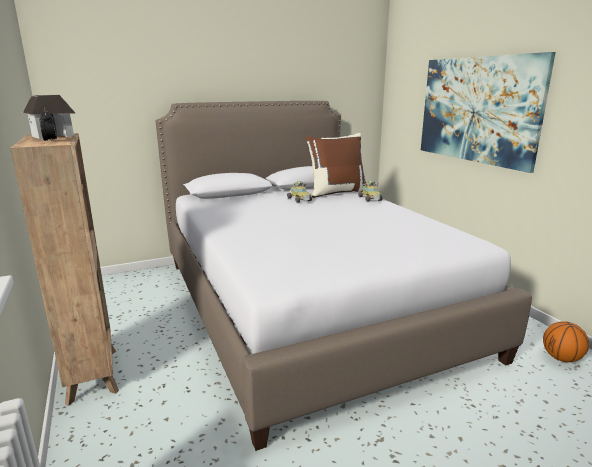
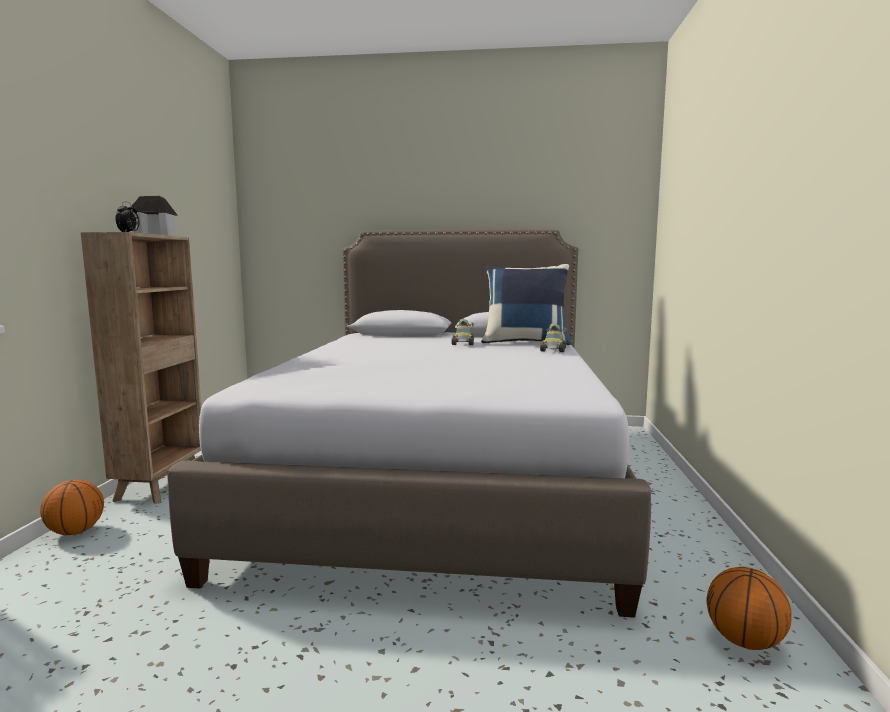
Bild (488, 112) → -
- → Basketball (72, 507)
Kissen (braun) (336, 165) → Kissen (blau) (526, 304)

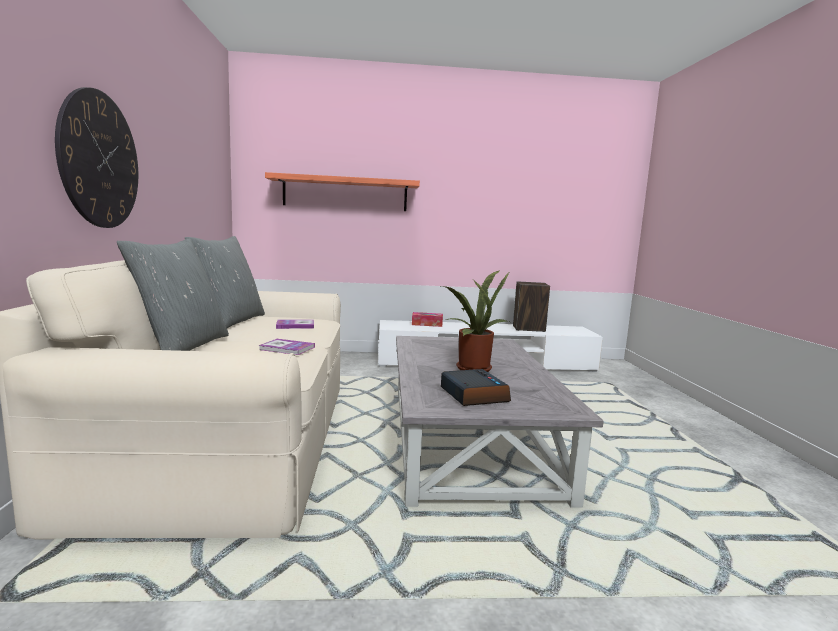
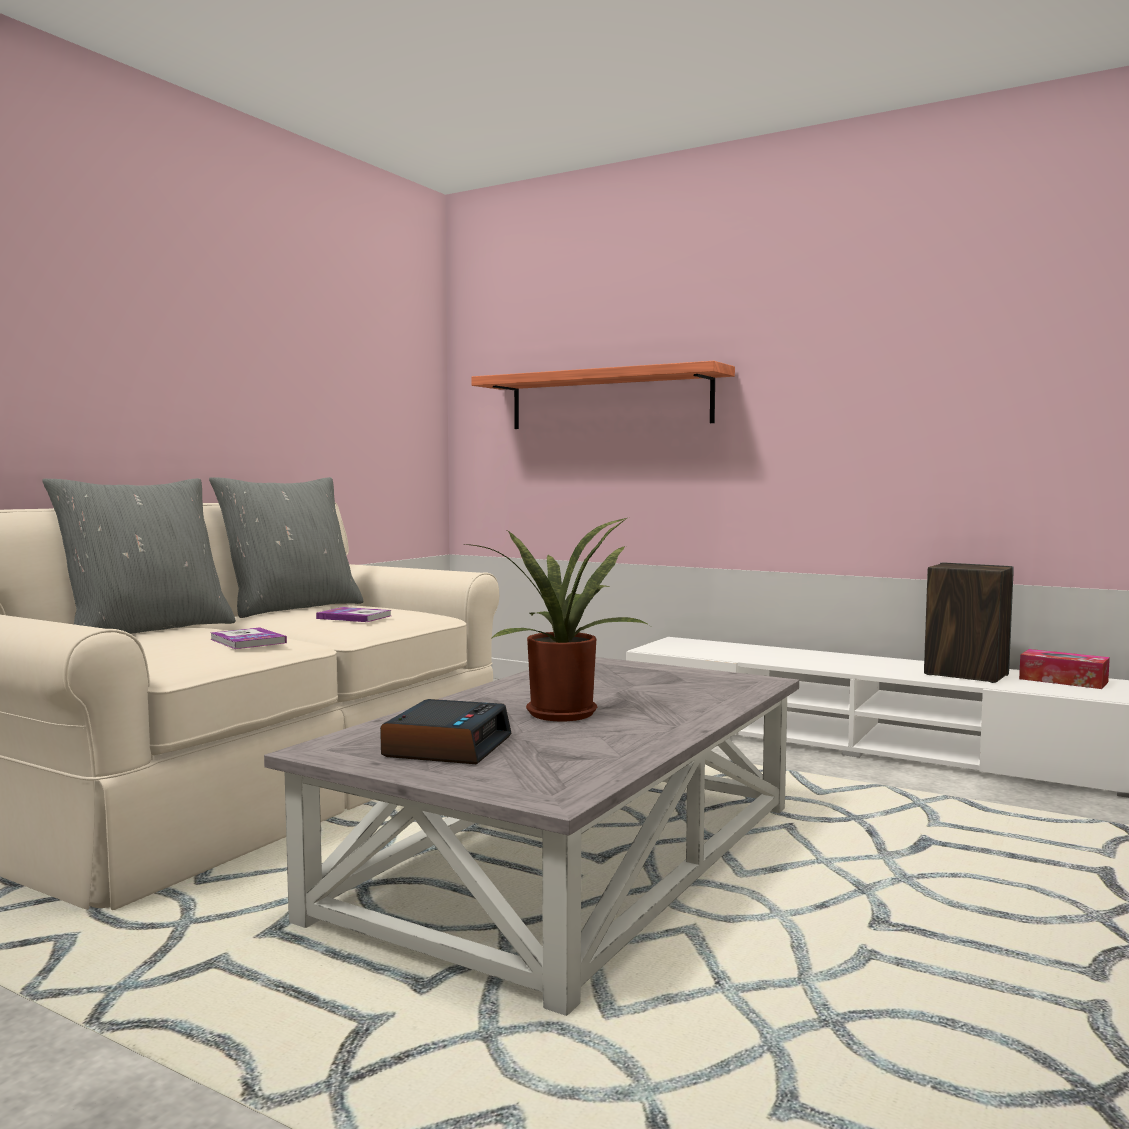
Wanduhr (96, 157) → -
Taschentuchbox (427, 319) → Taschentuchbox (1064, 669), moved

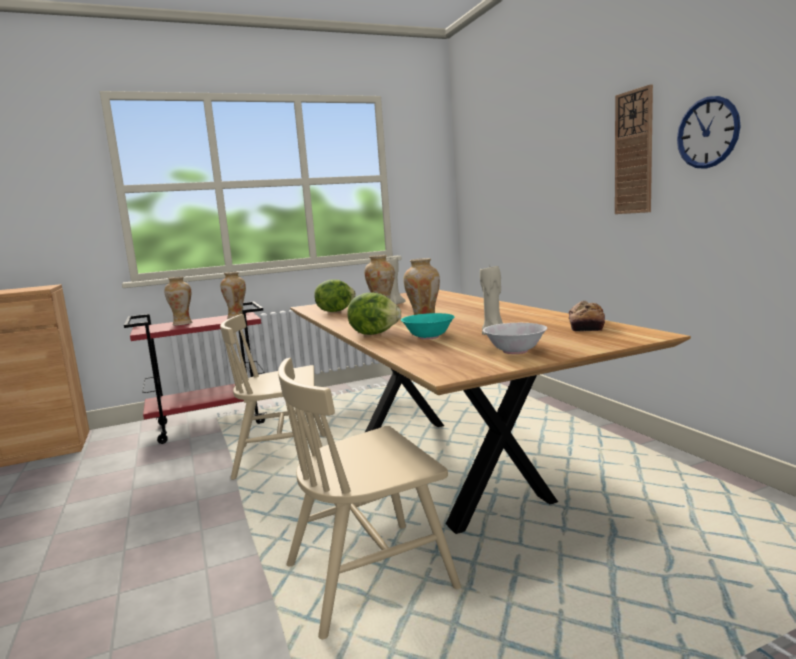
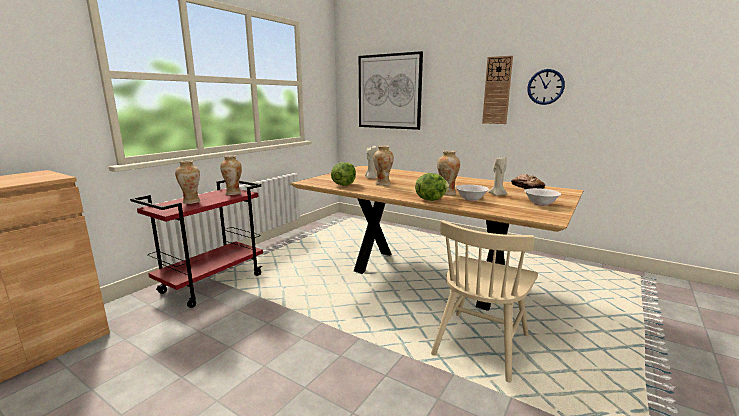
Stuhl (beige) (273, 397) → -
- → Bild (391, 90)
Schüssel (türkis) (428, 326) → Schüssel (weiß) (472, 193)

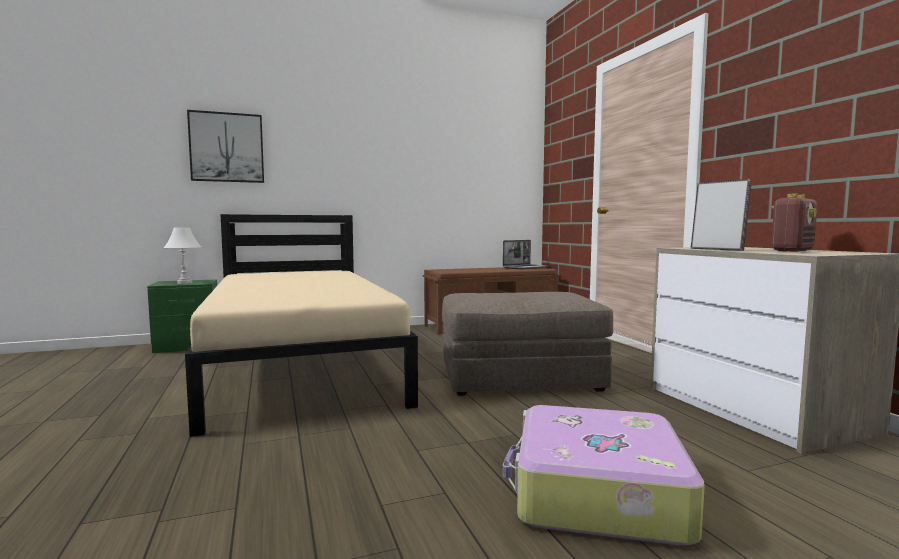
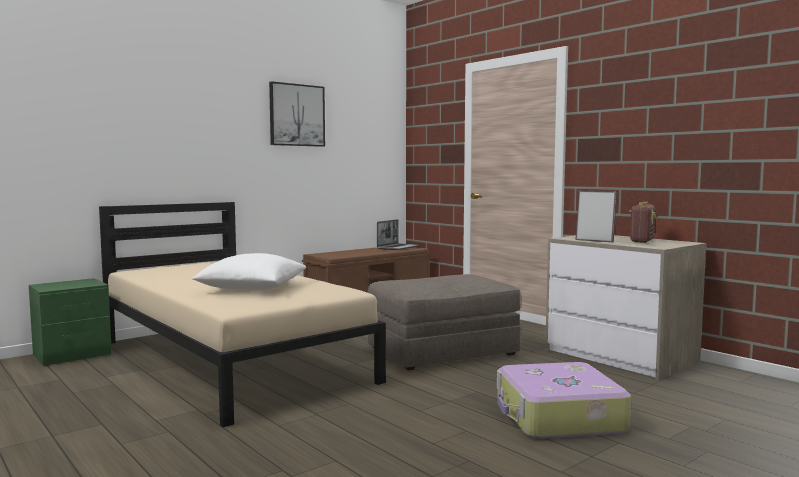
Tischlampe (weiß) (182, 255) → -
- → Kissen (weiß) (248, 271)
Bild (225, 146) → Bild (297, 114), moved

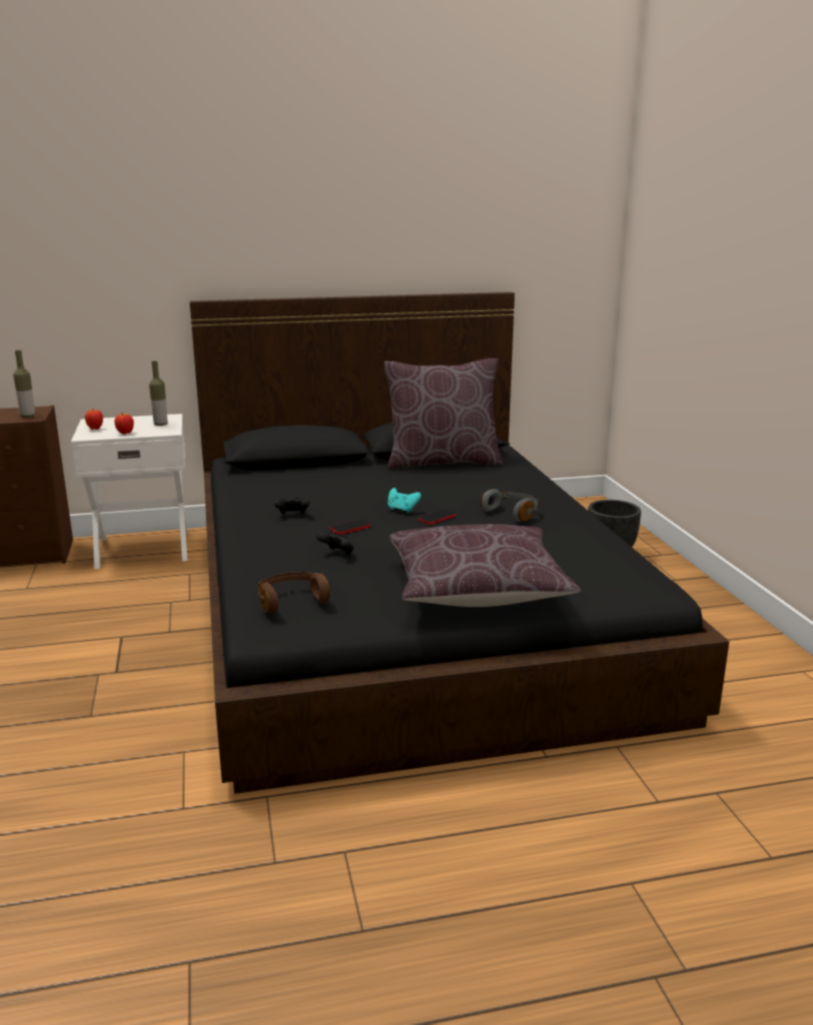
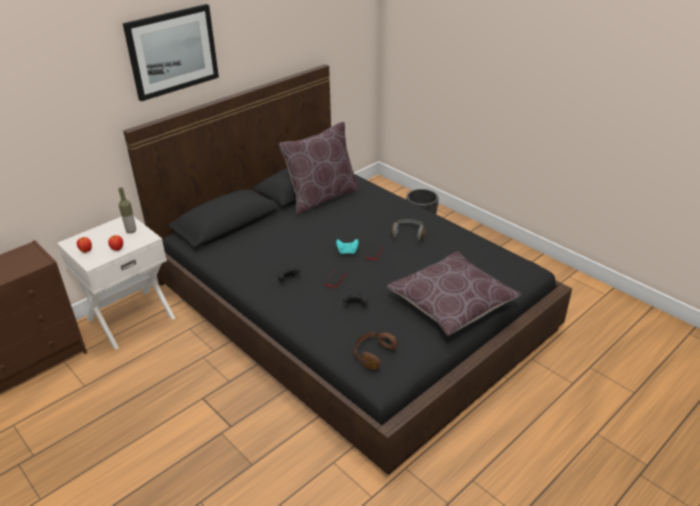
Flasche (24, 384) → -
- → Bild (171, 52)

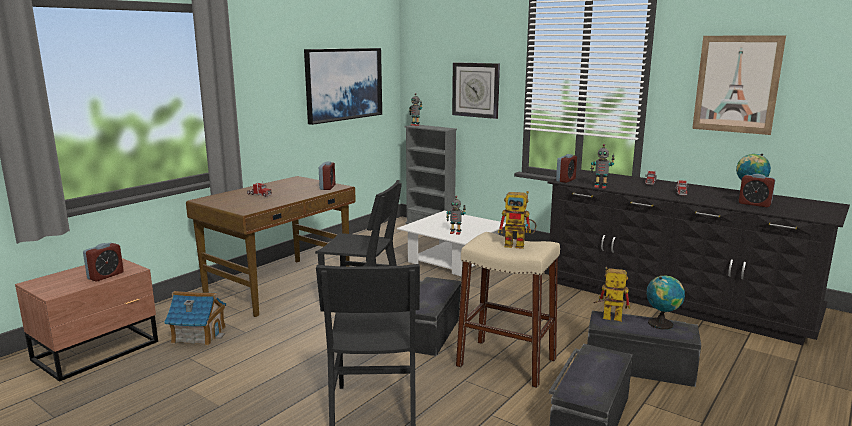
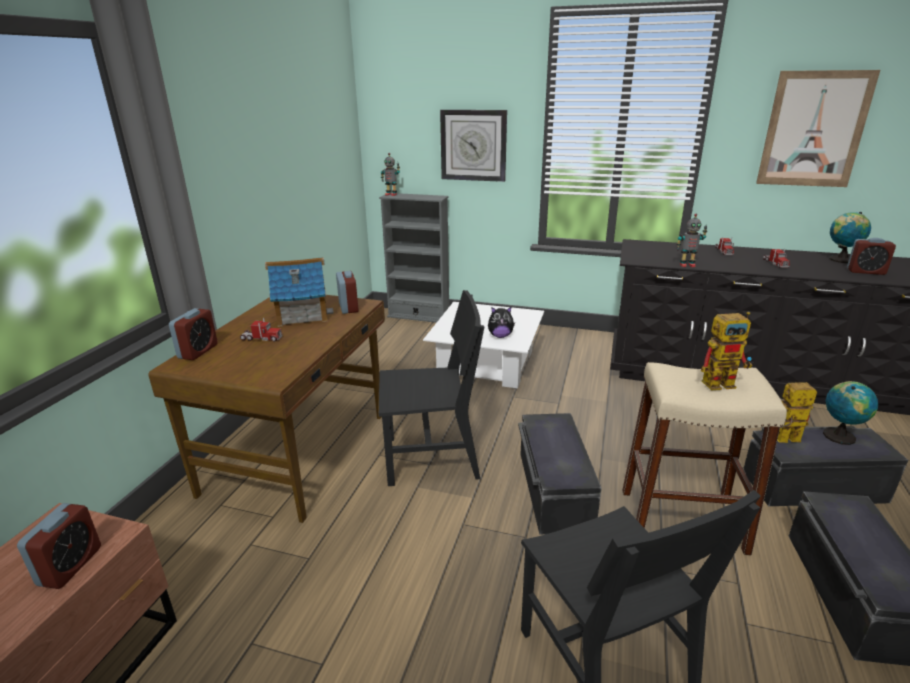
Bild (343, 86) → -
Spielzeughaus (195, 318) → Spielzeughaus (299, 292), moved
Wecker (566, 168) → Wecker (193, 334), moved
Spielzeugroboter (456, 215) → Plüschtier (501, 322)

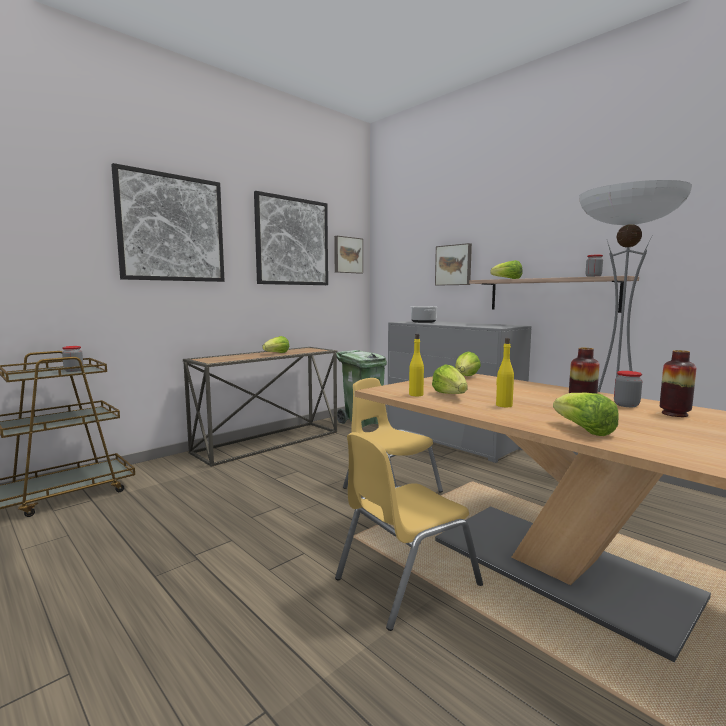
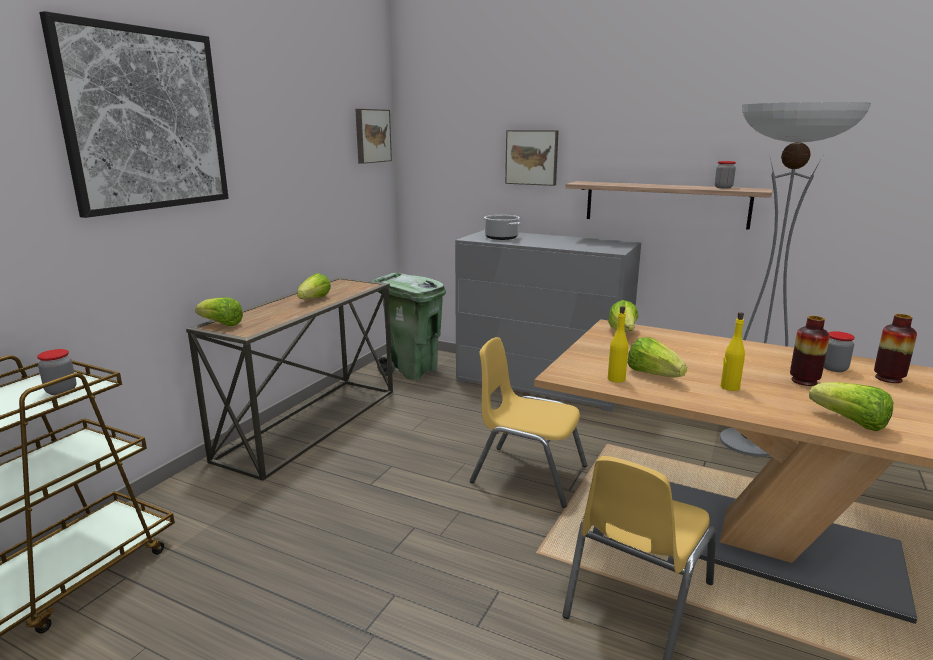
Bild (291, 238) → -
Salatkopf (506, 269) → Salatkopf (219, 311), moved

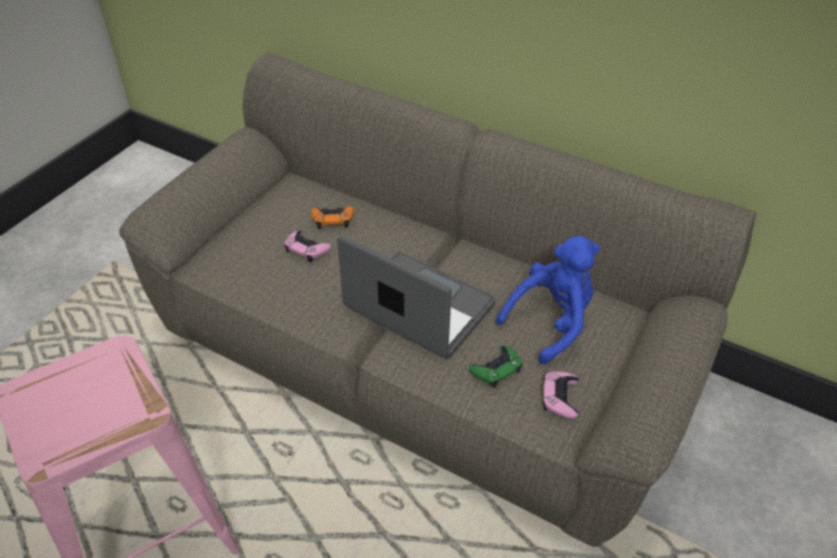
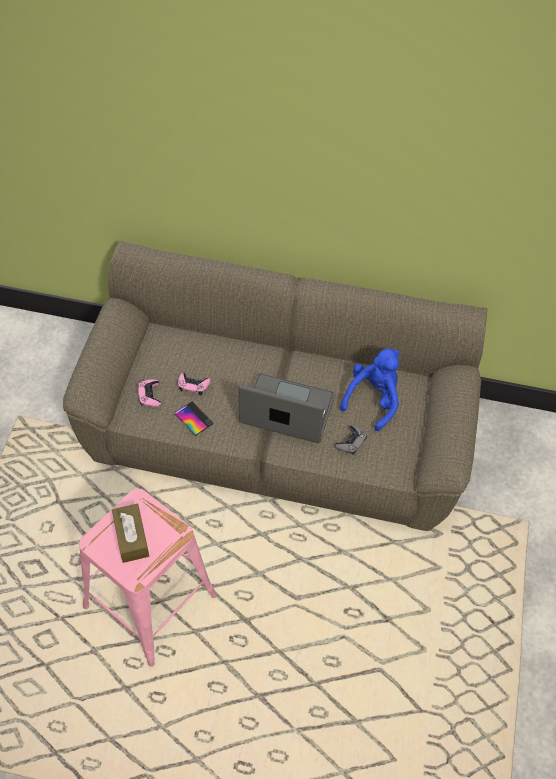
Gamepad (orange) (332, 217) → -
- → Taschentuchbox (braun) (130, 533)
- → Handy (194, 418)
Gamepad (rosa) (561, 395) → Gamepad (rosa) (150, 393), moved
Gamepad (grün) (495, 367) → Gamepad (grau) (351, 440)

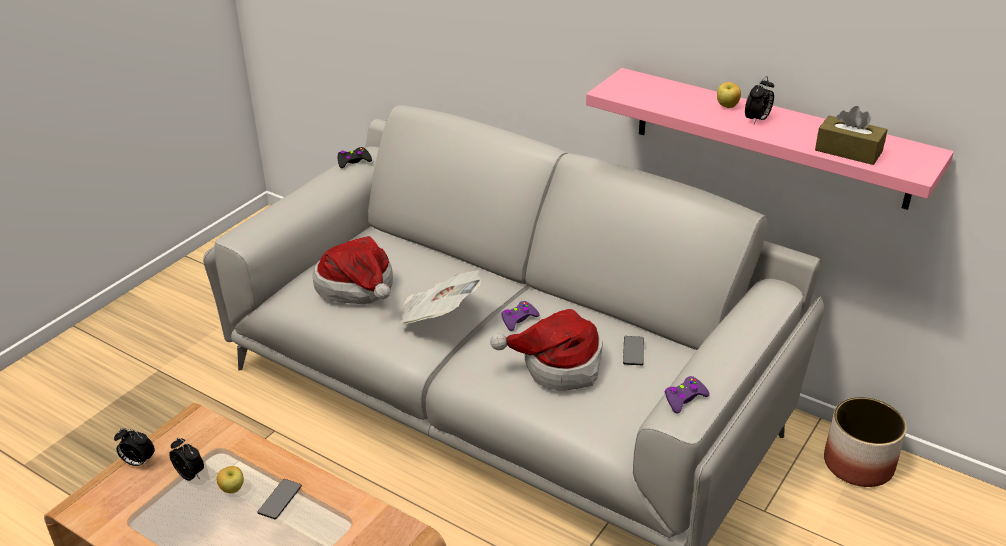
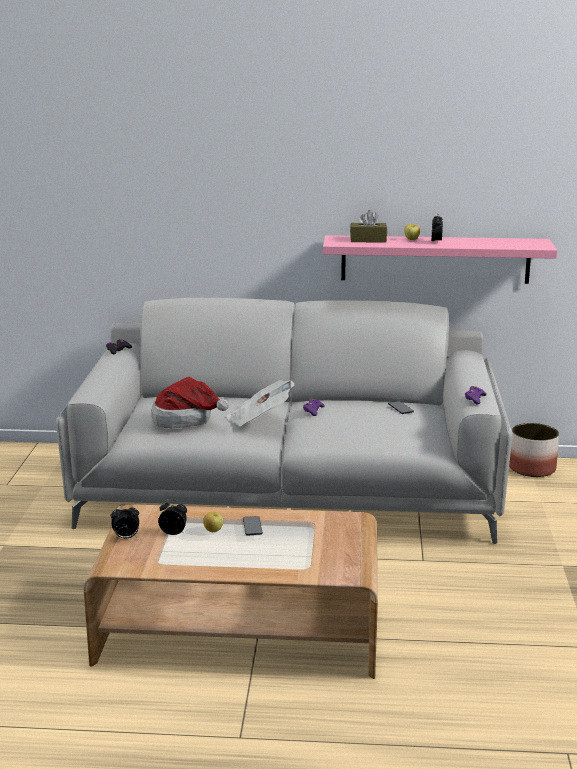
Hut (546, 350) → -
Taschentuchbox (braun) (851, 135) → Taschentuchbox (braun) (368, 226), moved

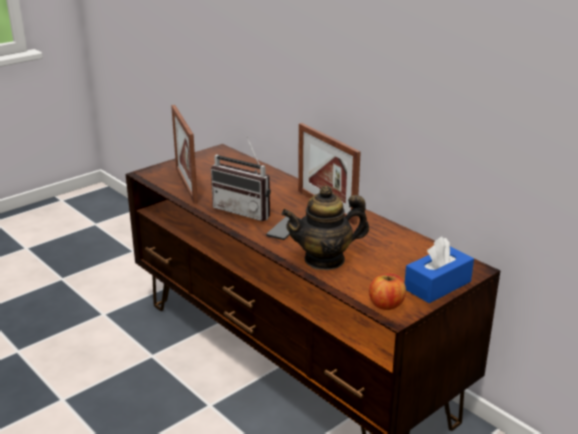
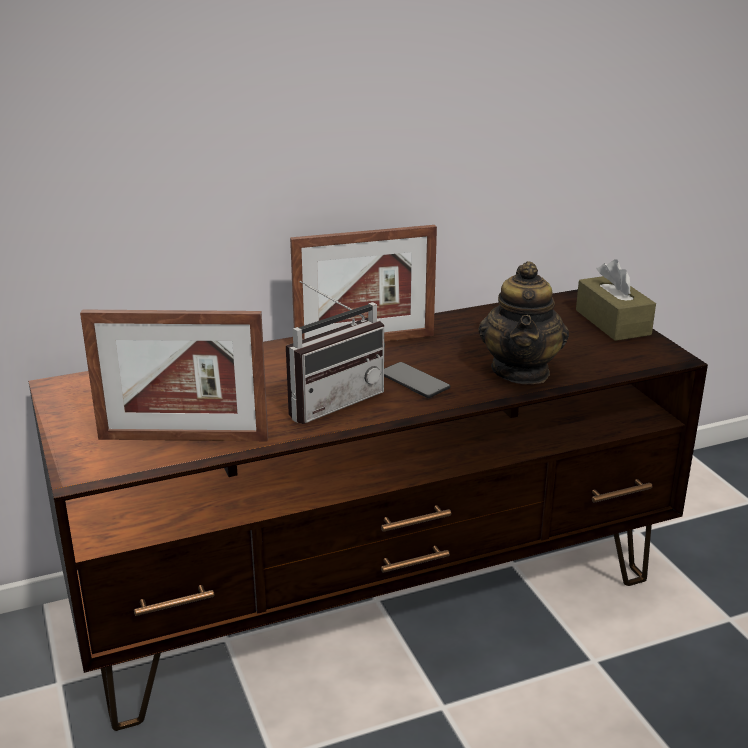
Apfel (387, 292) → -
Taschentuchbox (blau) (439, 270) → Taschentuchbox (braun) (616, 300)

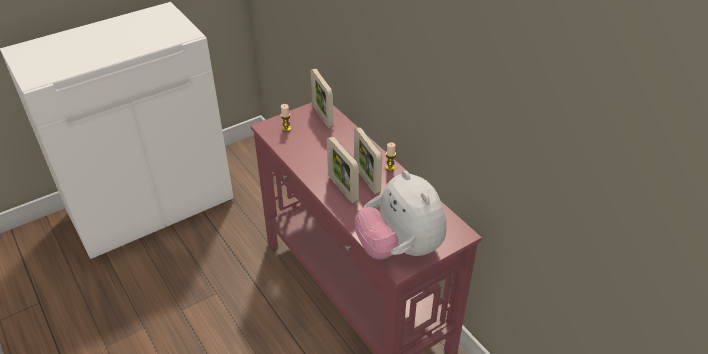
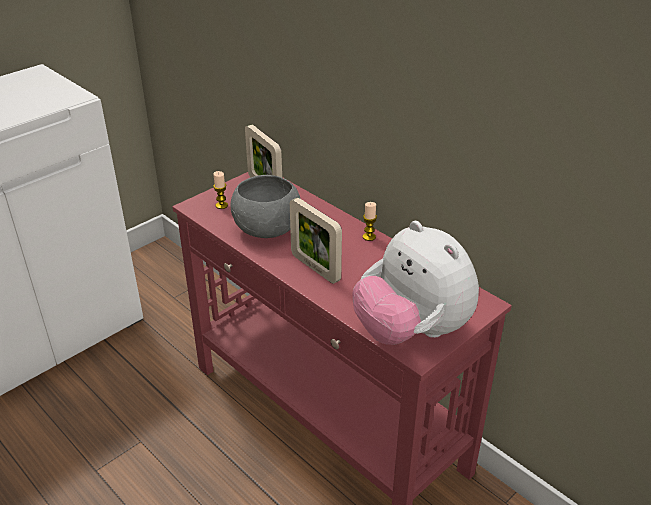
Bilderrahmen (368, 160) → -
- → Schüssel (grau) (266, 206)

